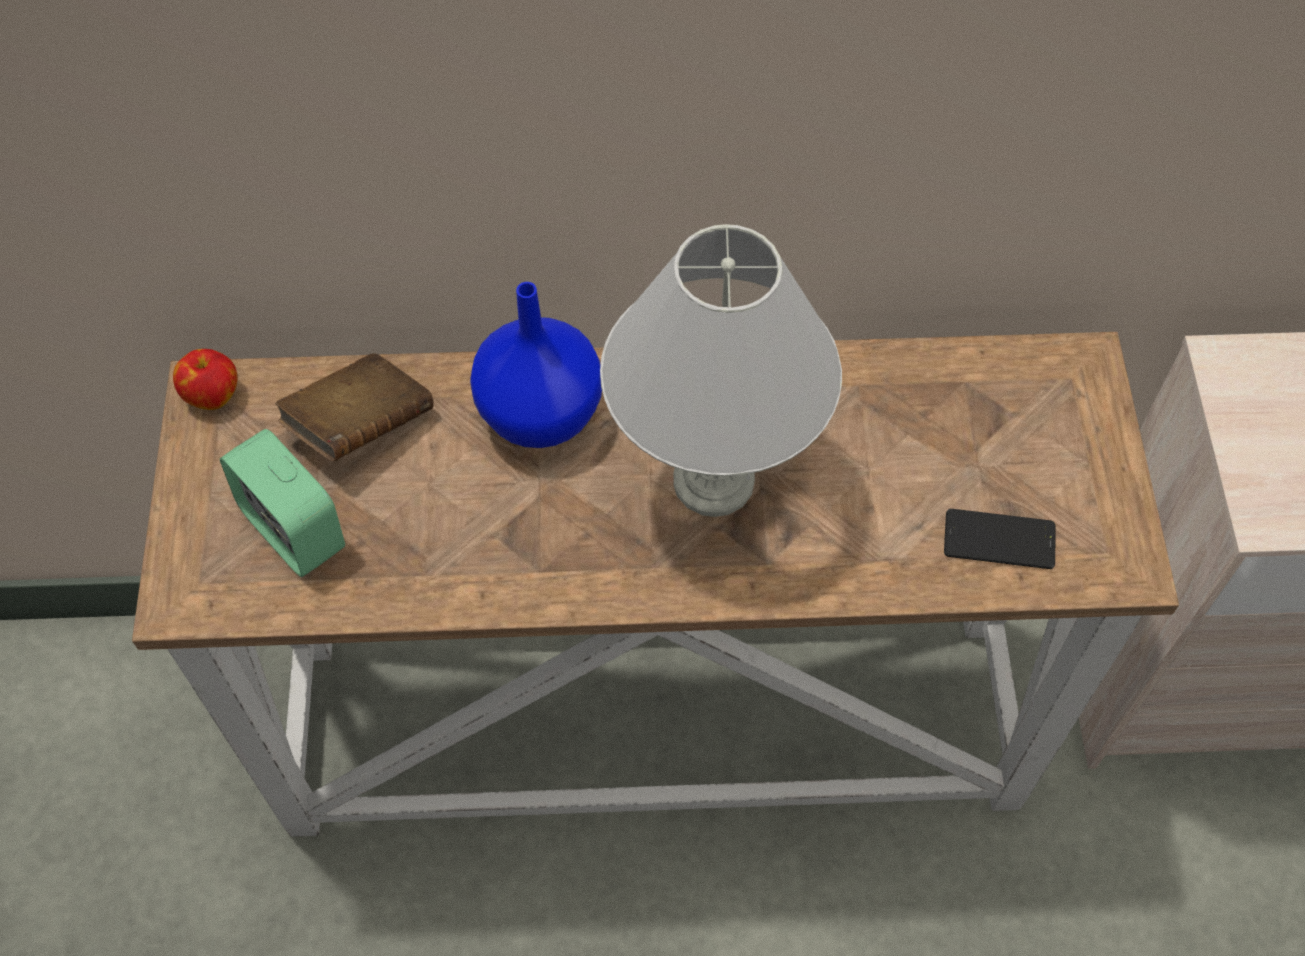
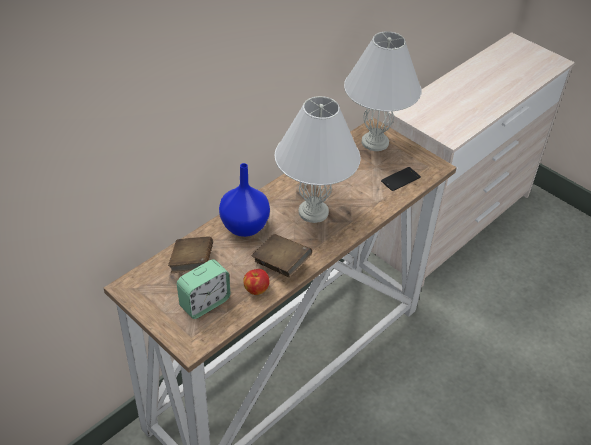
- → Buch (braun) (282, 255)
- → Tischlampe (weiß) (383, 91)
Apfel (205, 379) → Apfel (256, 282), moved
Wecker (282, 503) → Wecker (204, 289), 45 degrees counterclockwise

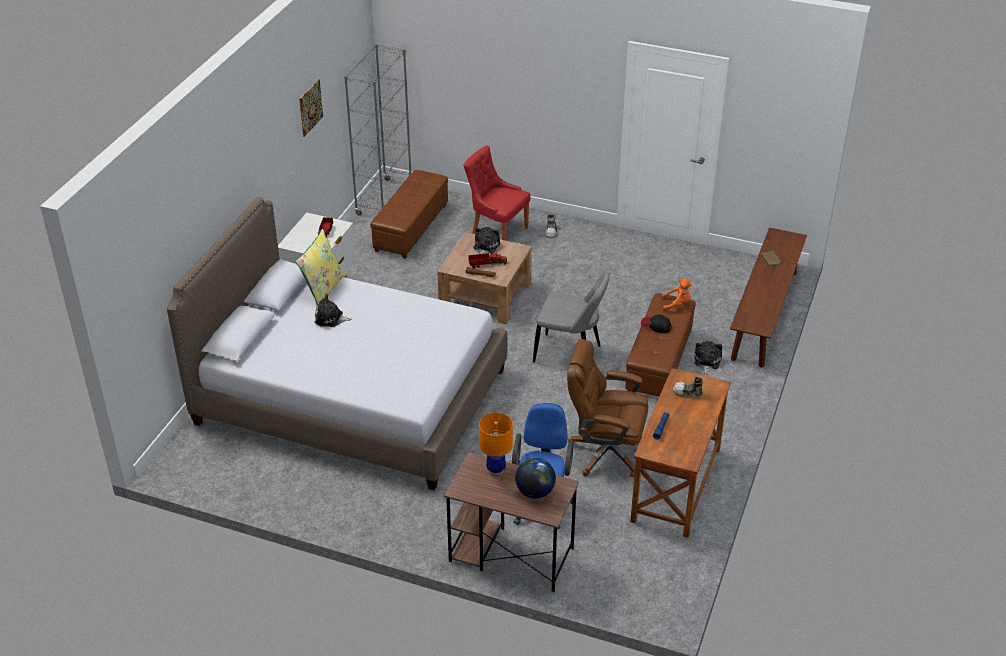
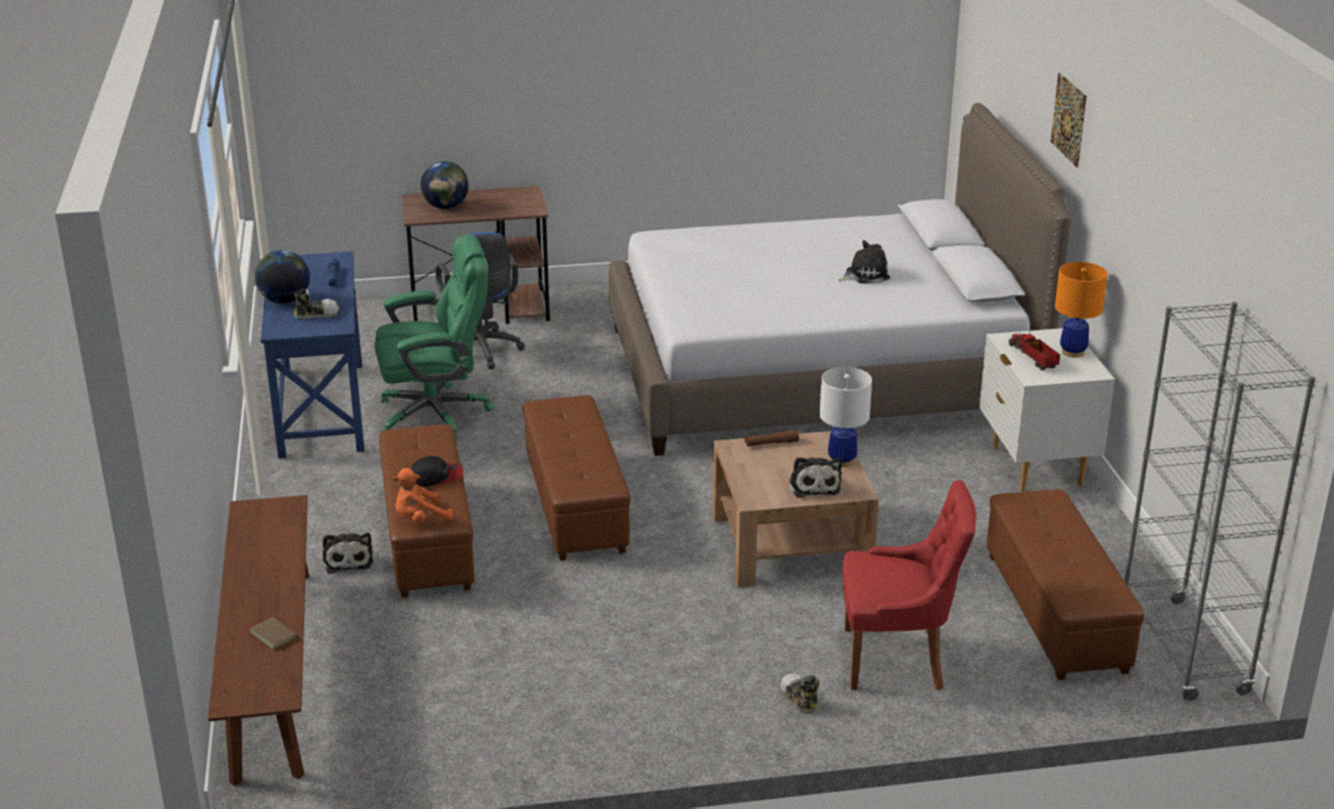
Kissen (gelb) (320, 267) → -
Spielzeuglaster (488, 260) → -
- → Globus (282, 277)
- → Tischlampe (weiß) (846, 417)
Bild (311, 108) → Bild (1069, 120), moved
Tischlampe (orange) (496, 444) → Tischlampe (orange) (1081, 310), moved
Stuhl (grau) (571, 316) → Polsterhocker (braun) (576, 478)
Bürostuhl (braun) (607, 408) → Bürostuhl (grün) (435, 337)
Schreibtisch (braun) (680, 453) → Schreibtisch (blau) (312, 355)

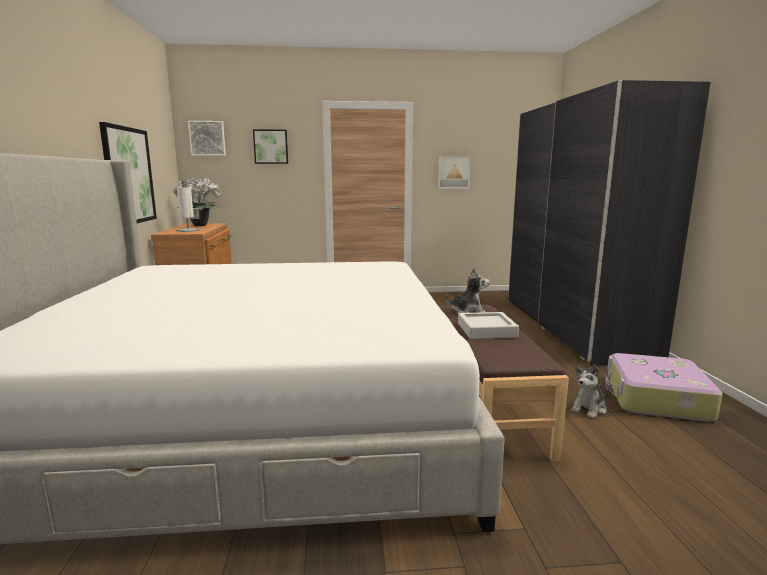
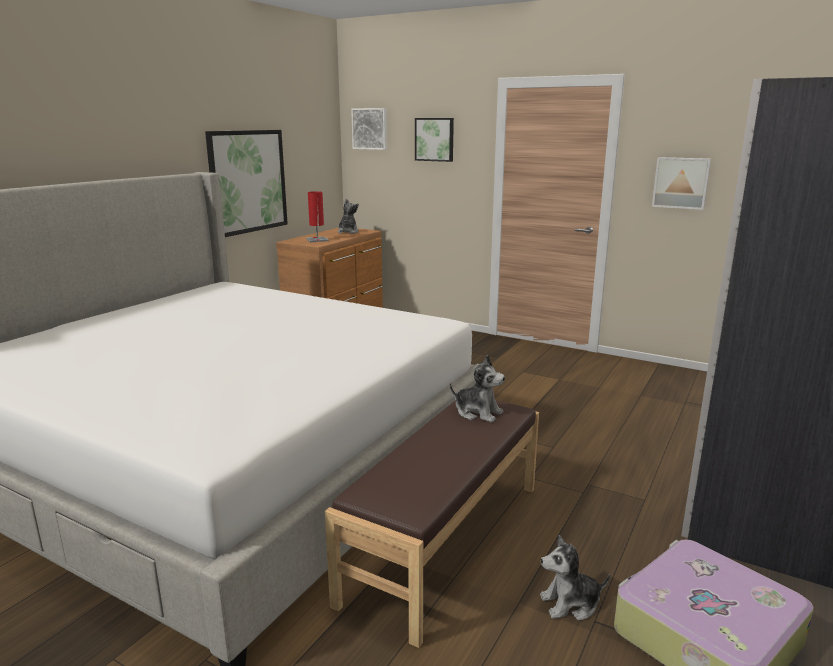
Tablett (grau) (488, 325) → -
Topfpflanze (197, 201) → Plüschtier (348, 216)
Tischlampe (weiß) (188, 210) → Tischlampe (rot) (317, 216)

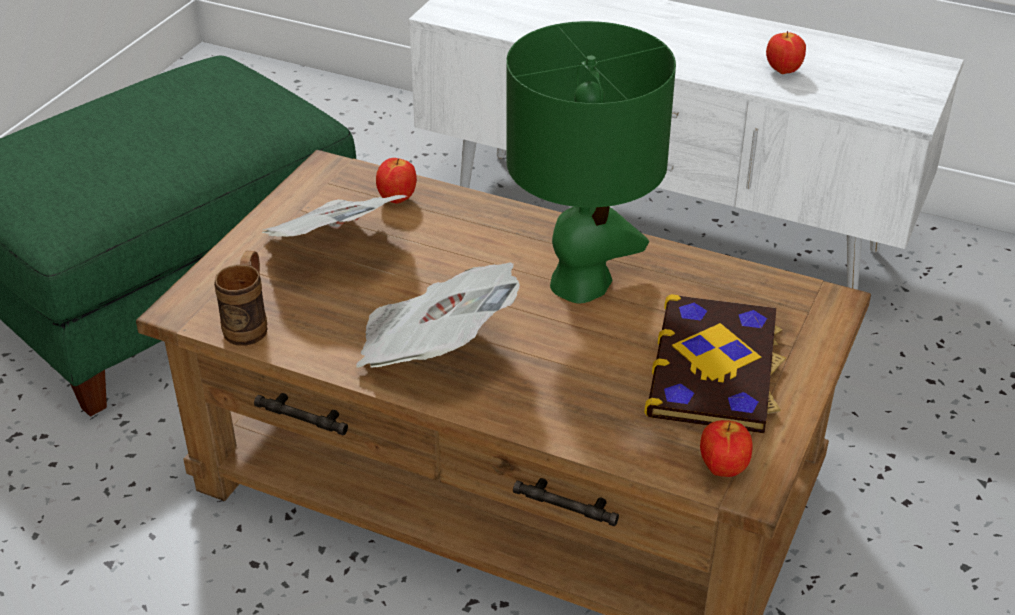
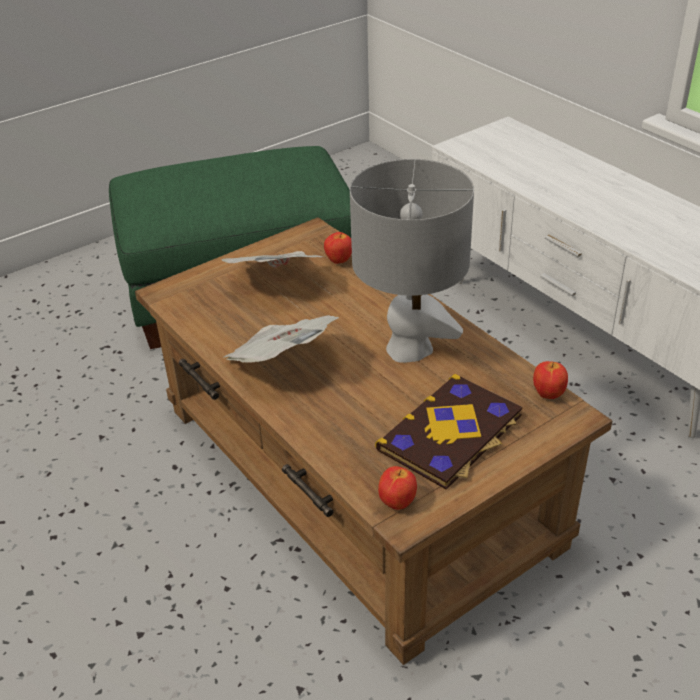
Henkelbecher (braun) (240, 298) → -
Apfel (786, 52) → Apfel (550, 380), moved
Tischlampe (grün) (591, 162) → Tischlampe (grau) (412, 261)

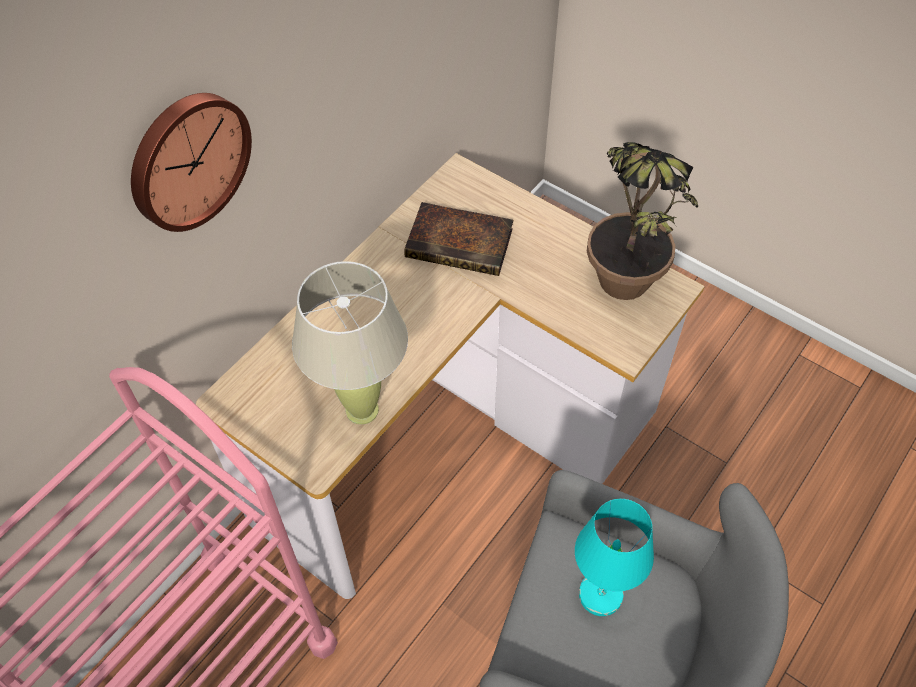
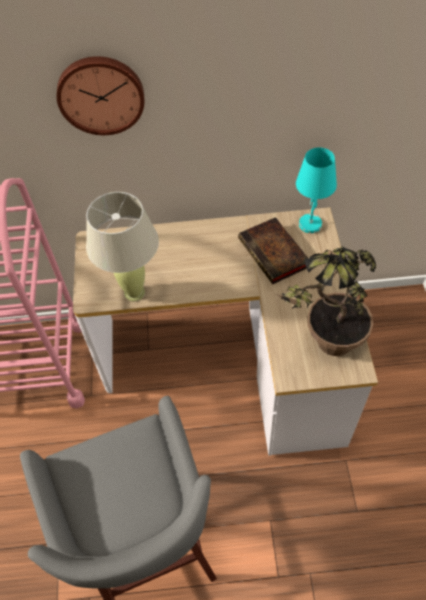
Tischlampe (türkis) (614, 557) → Tischlampe (türkis) (316, 190), moved

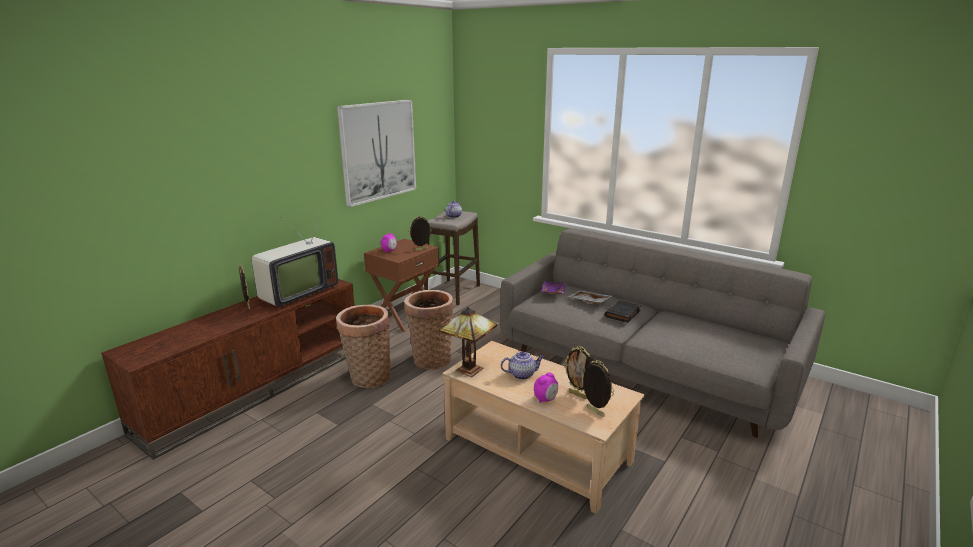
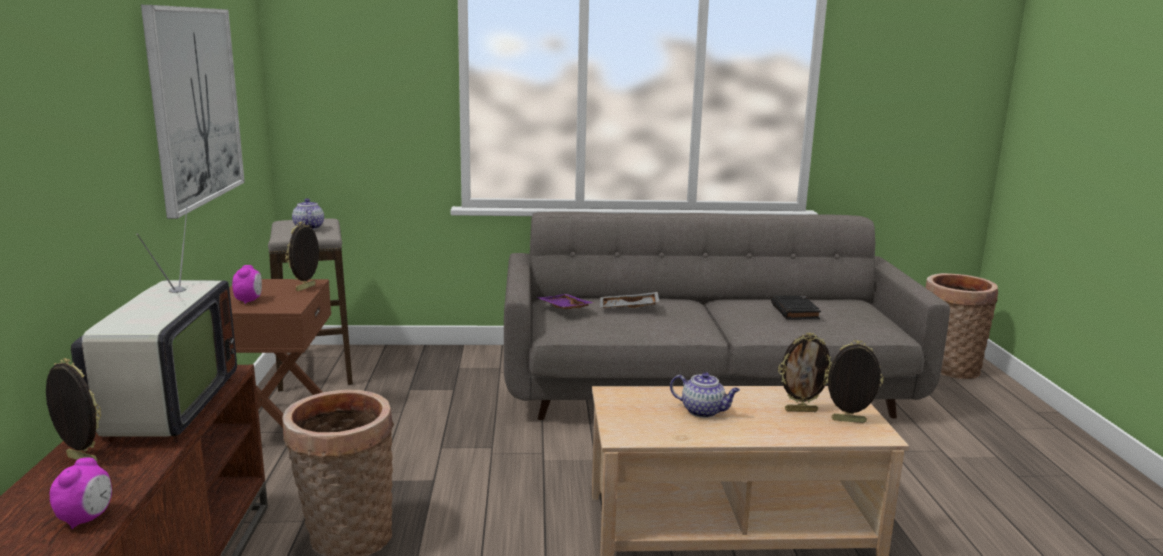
Tischlampe (468, 342) → -
Korb (429, 330) → Korb (961, 326), moved
Wecker (546, 387) → Wecker (81, 493), moved
Buch (schwarz) (623, 311) → Buch (schwarz) (796, 308), moved
Teekanne (522, 365) → Teekanne (705, 395), 75 degrees clockwise

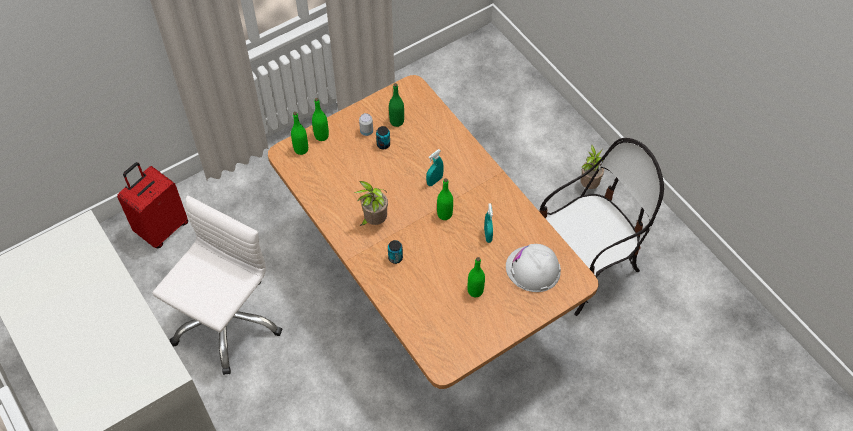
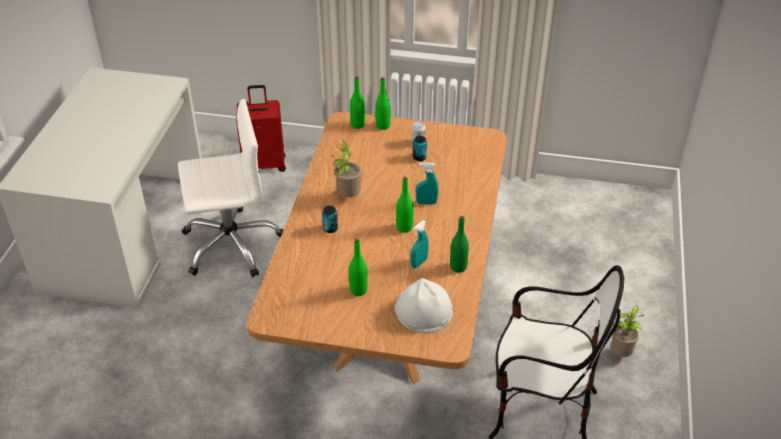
Flasche (grün) (396, 105) → Flasche (grün) (459, 244), moved

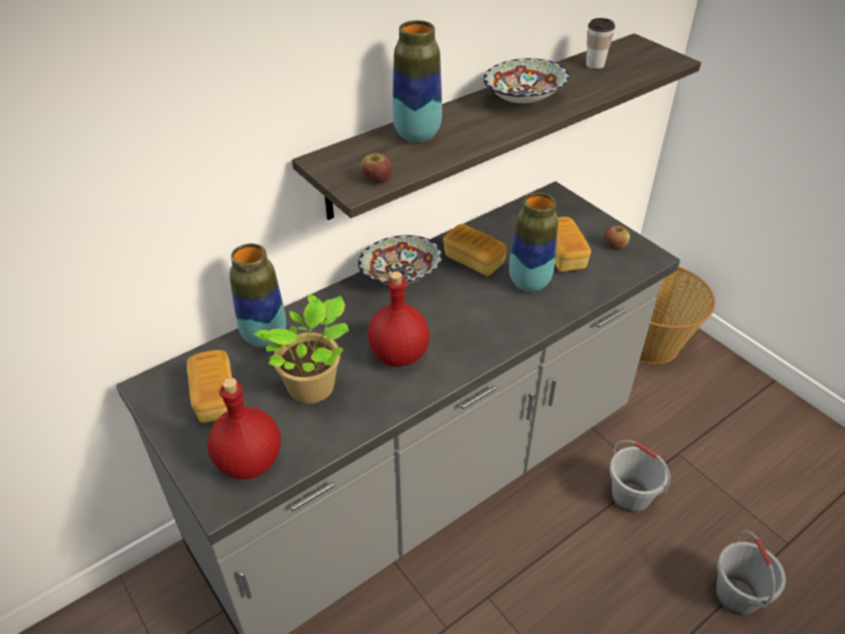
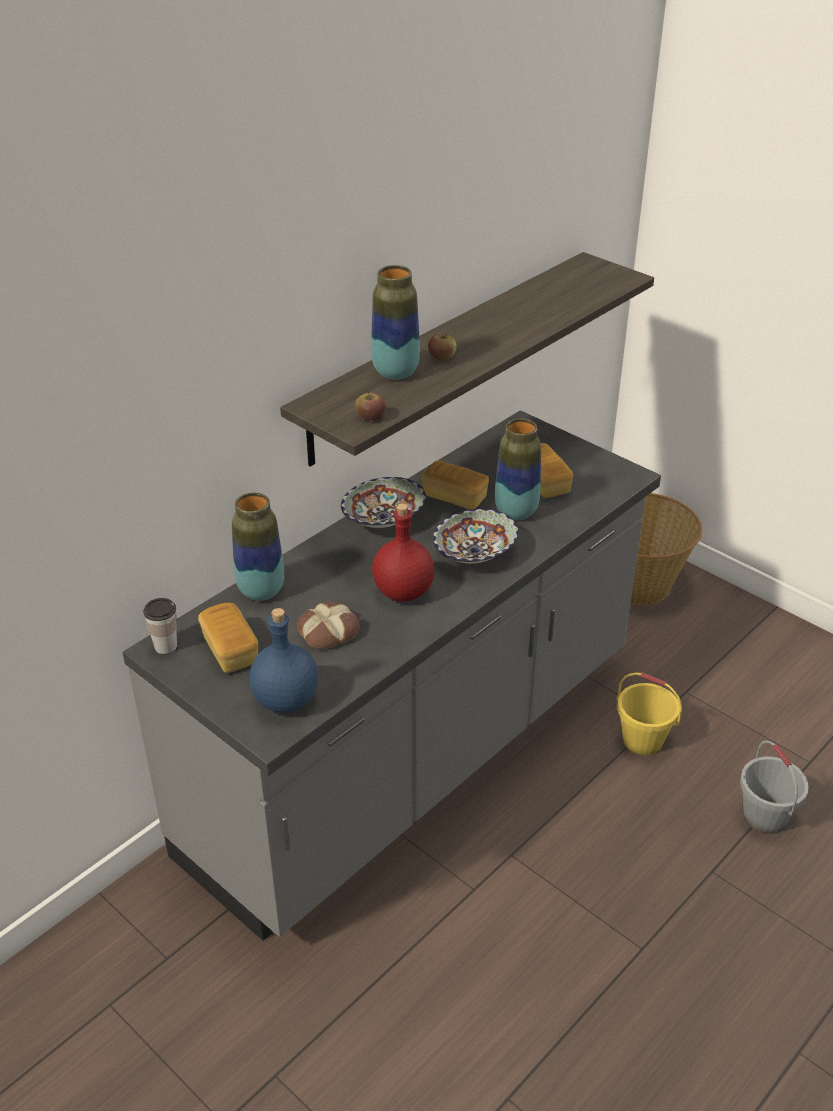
Schüssel (526, 80) → Schüssel (475, 536), moved
Tasse (600, 43) → Tasse (160, 626), moved
Apfel (617, 237) → Apfel (442, 347), moved
Topfpflanze (301, 349) → Brot (328, 625)
Flasche (rot) (244, 428) → Flasche (blau) (283, 660)
Eimer (grau) (640, 476) → Eimer (gelb) (649, 713)

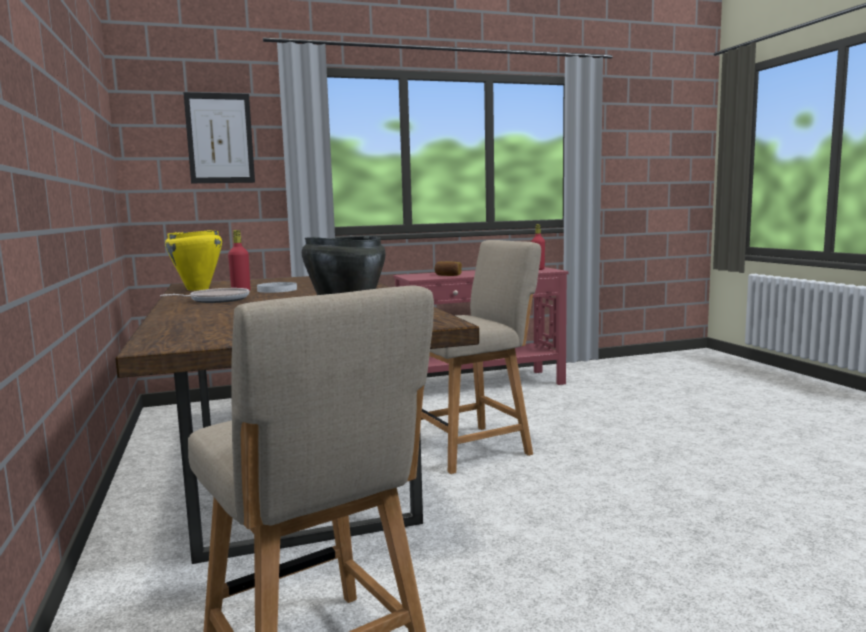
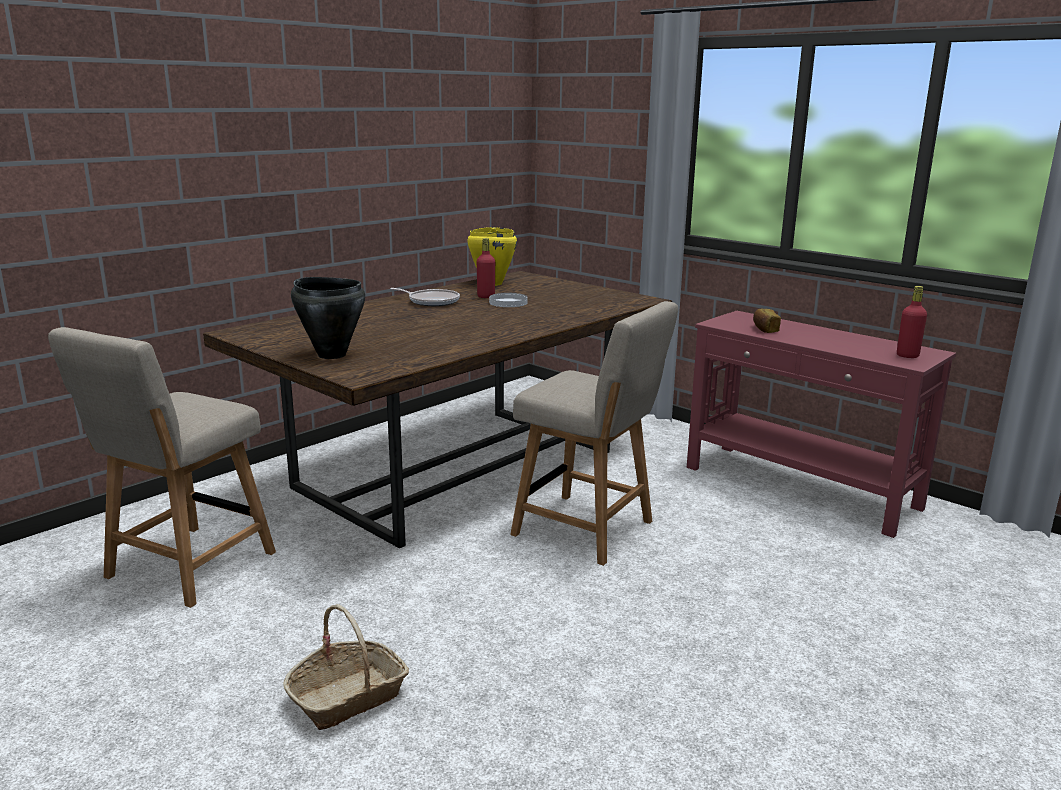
Bild (219, 137) → -
- → Korb (346, 667)

